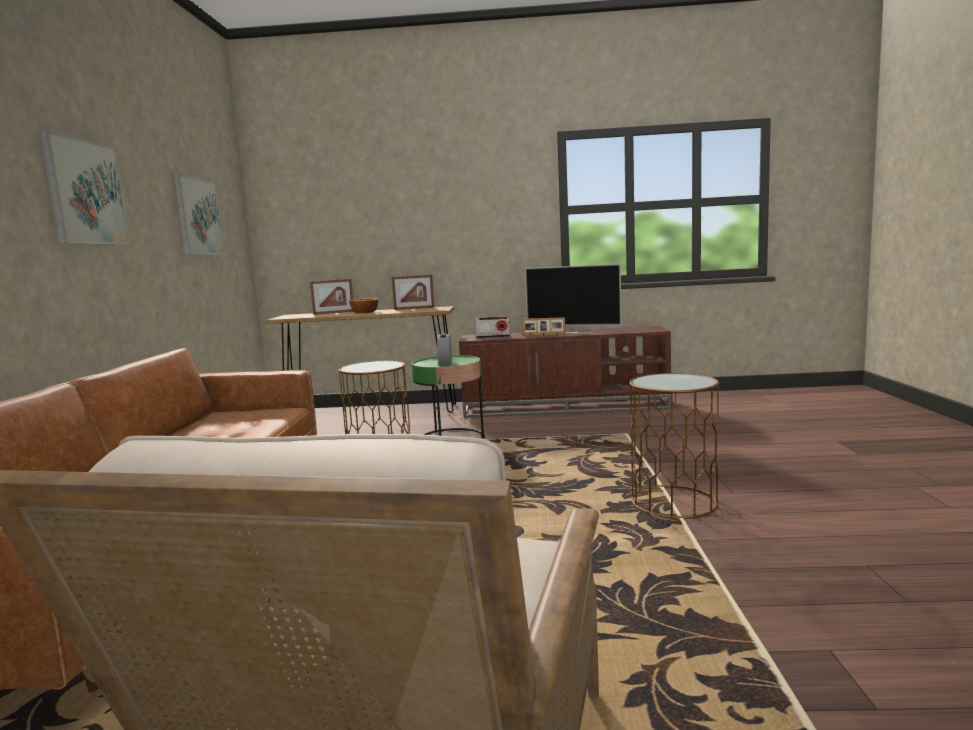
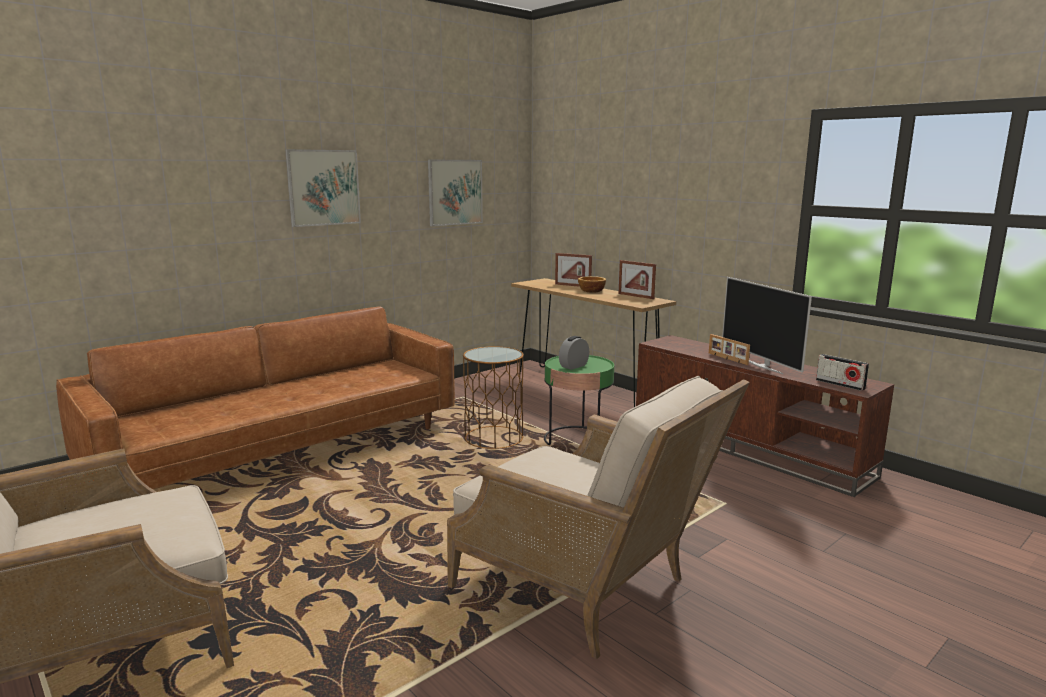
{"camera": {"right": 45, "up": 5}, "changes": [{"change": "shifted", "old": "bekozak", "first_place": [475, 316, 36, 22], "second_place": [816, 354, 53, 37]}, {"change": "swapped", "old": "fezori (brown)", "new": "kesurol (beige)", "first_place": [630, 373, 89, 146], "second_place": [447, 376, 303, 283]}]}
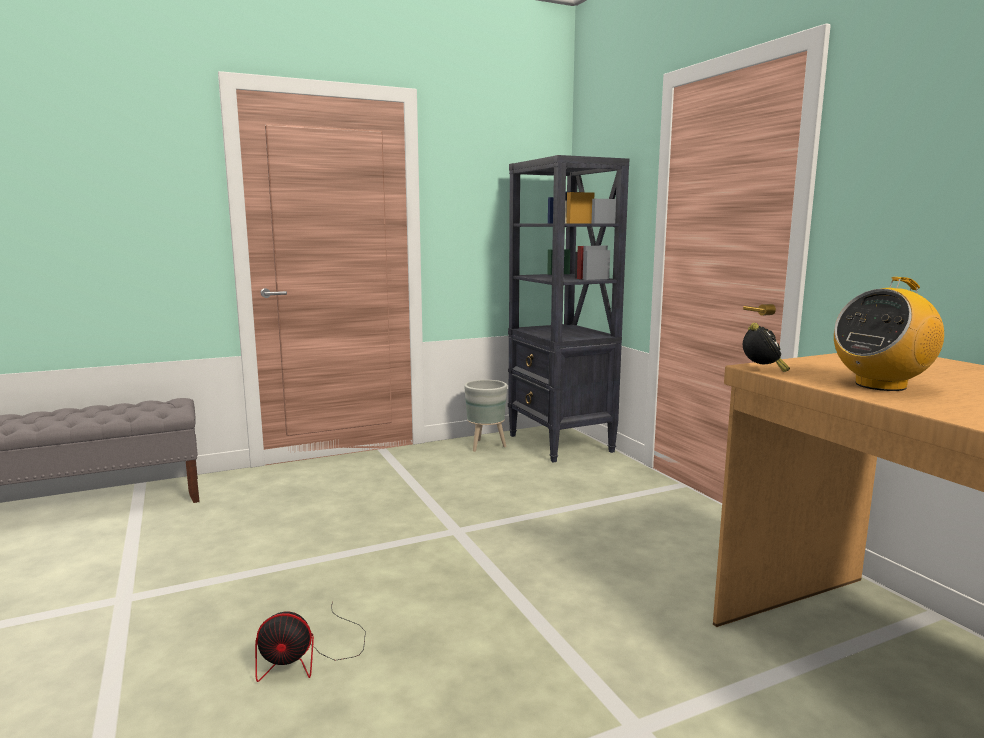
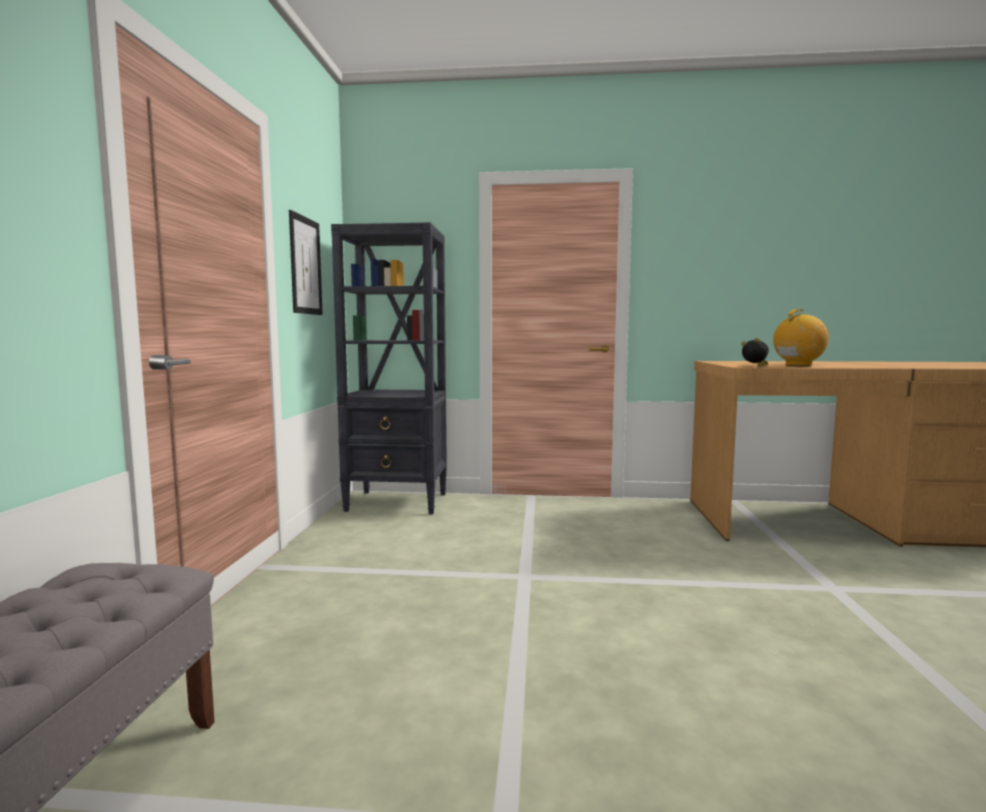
{"camera": {"right": -60, "up": -5}, "changes": [{"change": "gone", "old": "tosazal", "first_place": [255, 601, 111, 81]}, {"change": "gone", "old": "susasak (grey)", "first_place": [464, 380, 43, 72]}, {"change": "new", "new": "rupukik", "second_place": [289, 210, 34, 105]}, {"change": "rotated", "old": "bekozak", "first_place": [834, 277, 110, 114], "second_place": [773, 309, 56, 57], "degrees": -120}]}
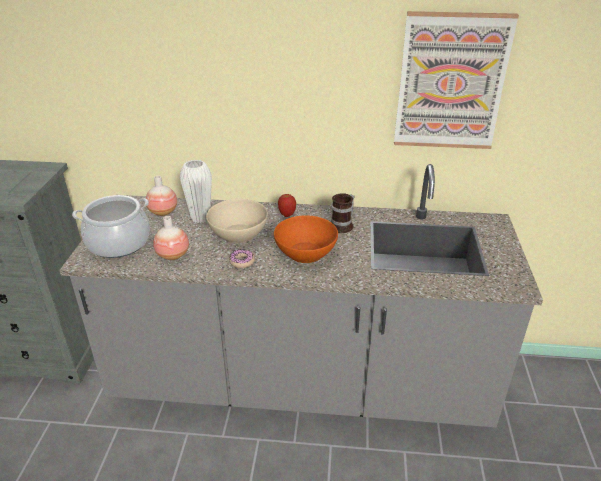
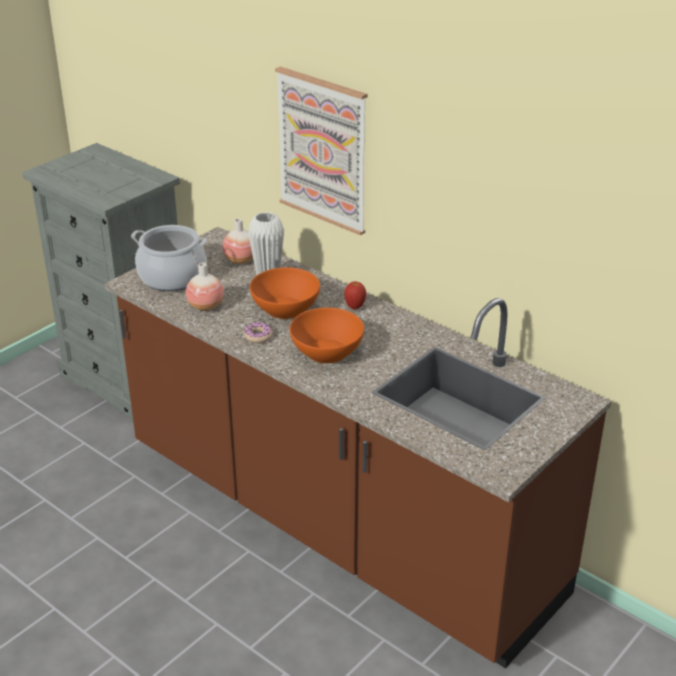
{"camera": {"right": 35, "up": 0}, "changes": [{"change": "gone", "old": "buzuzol", "first_place": [331, 193, 23, 40]}, {"change": "shifted", "old": "rupukik", "first_place": [394, 11, 125, 138], "second_place": [275, 67, 92, 168]}, {"change": "repainted", "old": "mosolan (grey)", "new": "mosolan (brown)", "first_place": [59, 164, 484, 264], "second_place": [105, 227, 506, 441]}, {"change": "repainted", "old": "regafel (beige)", "new": "regafel (orange)", "first_place": [206, 199, 62, 44], "second_place": [250, 267, 70, 52]}]}
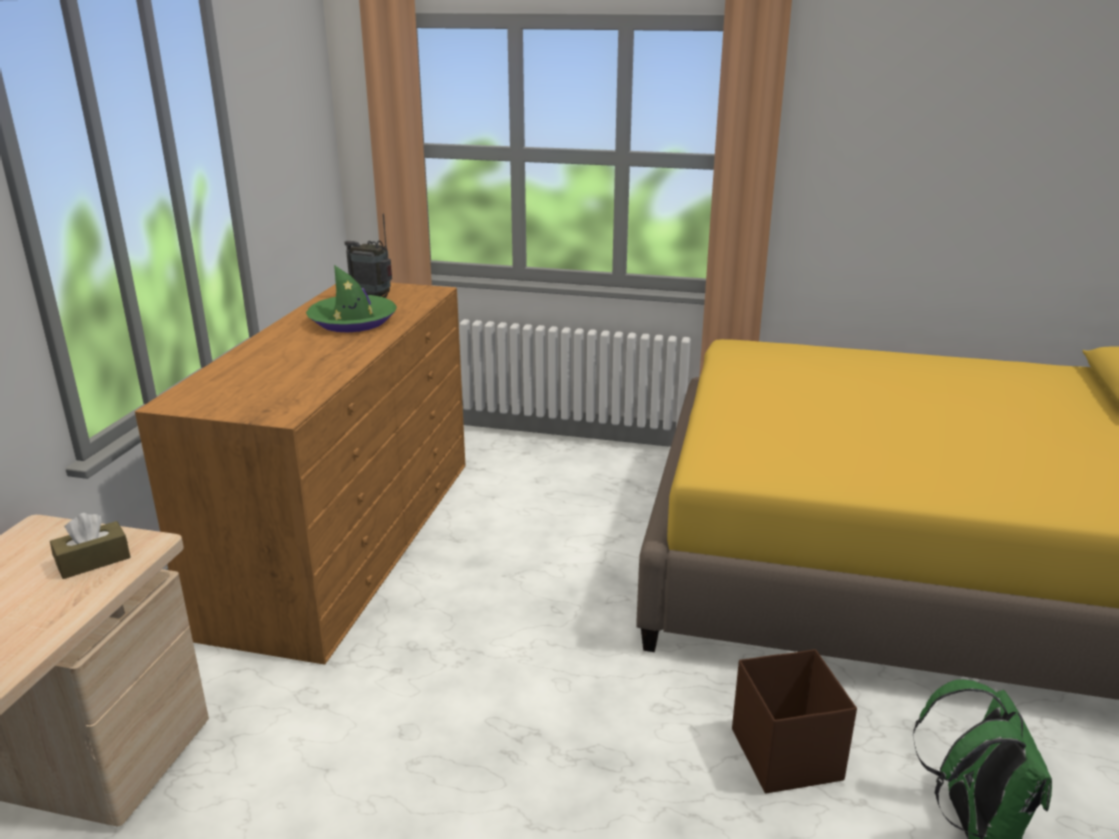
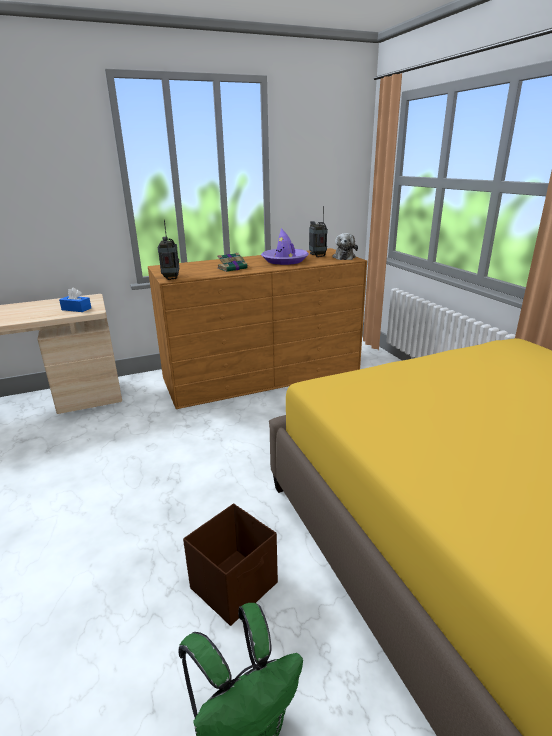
{"camera": {"right": 55, "up": 0}, "changes": [{"change": "new", "new": "bekozak", "second_place": [158, 220, 21, 60]}, {"change": "new", "new": "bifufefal", "second_place": [217, 253, 31, 19]}, {"change": "new", "new": "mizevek", "second_place": [332, 233, 26, 27]}, {"change": "repainted", "old": "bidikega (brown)", "new": "bidikega (blue)", "first_place": [50, 513, 80, 66], "second_place": [59, 287, 32, 25]}, {"change": "repainted", "old": "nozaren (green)", "new": "nozaren (purple)", "first_place": [306, 265, 91, 67], "second_place": [261, 228, 48, 37]}]}
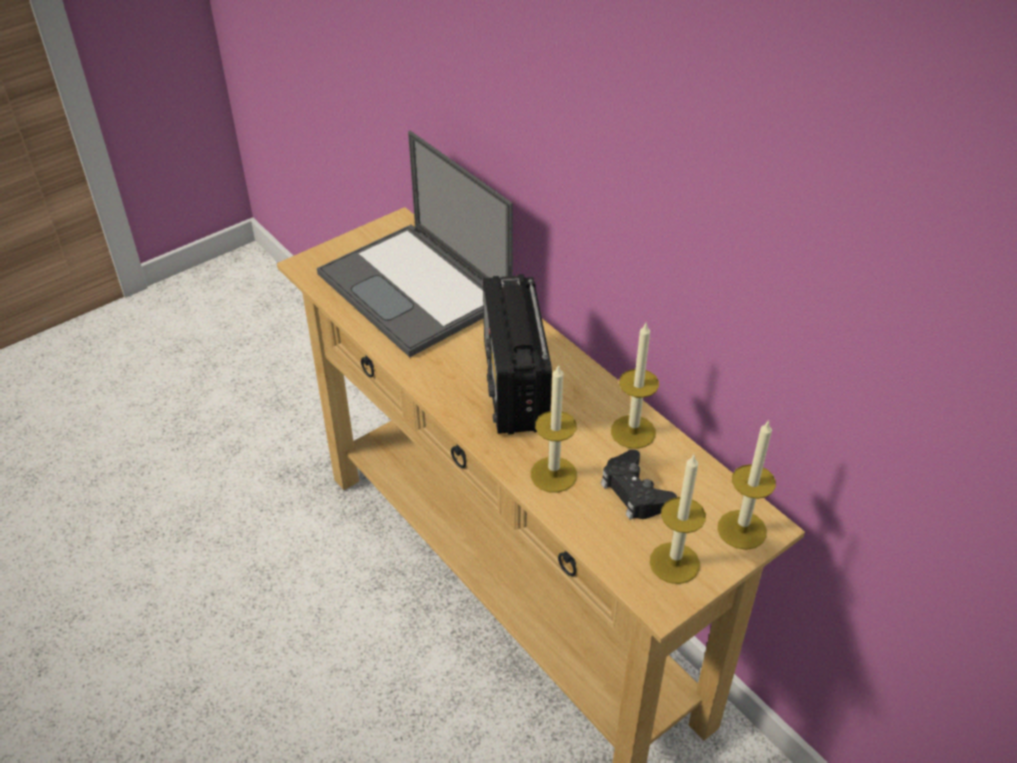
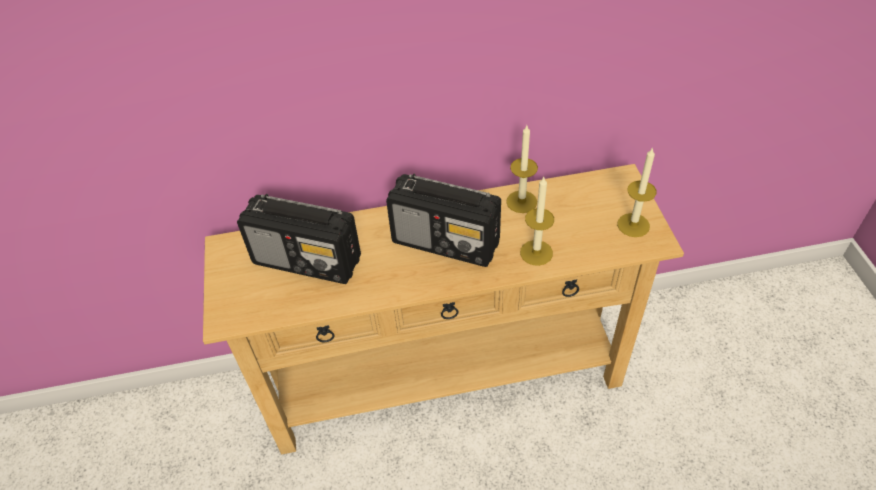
{"camera": {"right": -60, "up": 5}, "changes": [{"change": "gone", "old": "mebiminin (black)", "first_place": [601, 449, 76, 71]}, {"change": "gone", "old": "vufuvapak", "first_place": [718, 420, 58, 130]}, {"change": "swapped", "old": "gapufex", "new": "bekozak", "first_place": [317, 131, 196, 226], "second_place": [237, 194, 124, 90]}]}
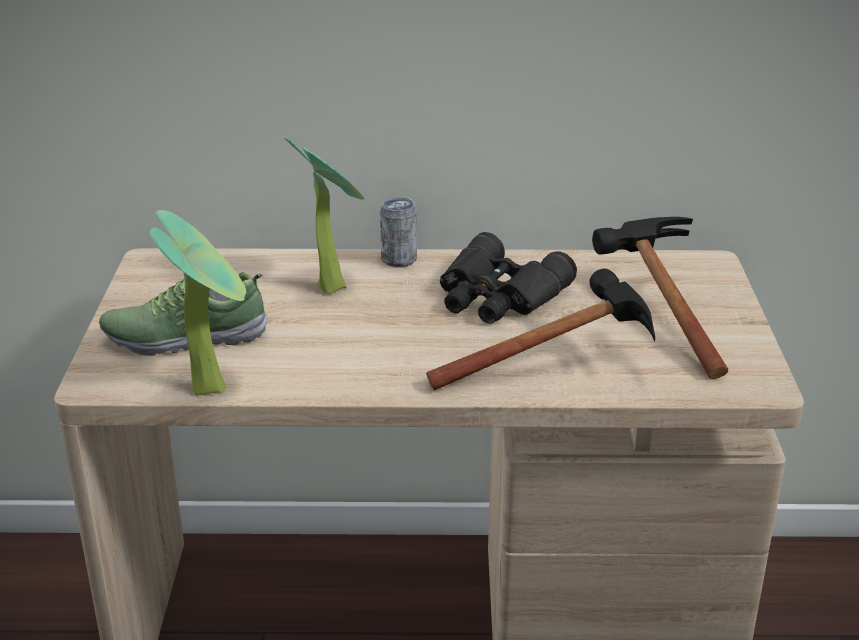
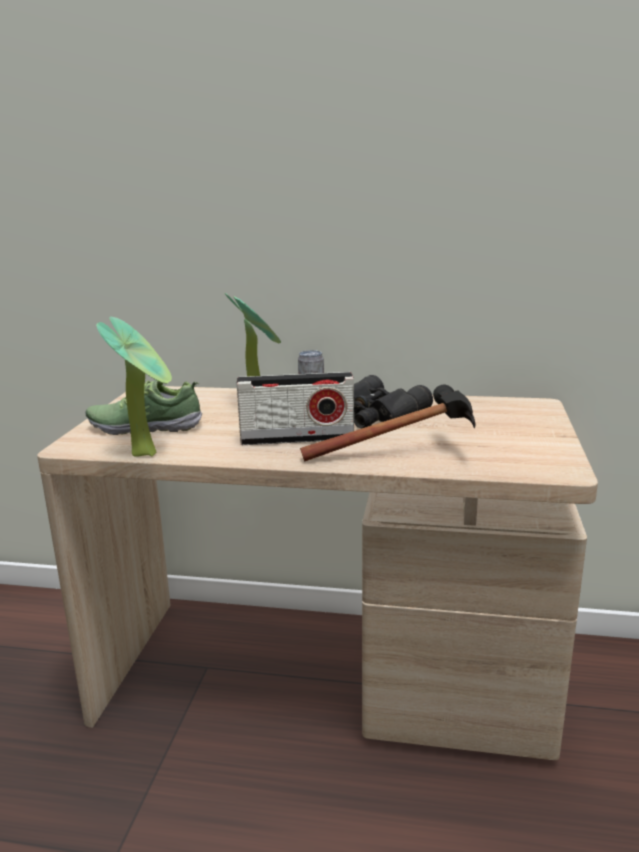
{"camera": {"right": 10, "up": -10}, "changes": [{"change": "gone", "old": "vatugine", "first_place": [592, 217, 136, 162]}, {"change": "new", "new": "bekozak", "second_place": [237, 372, 117, 73]}]}
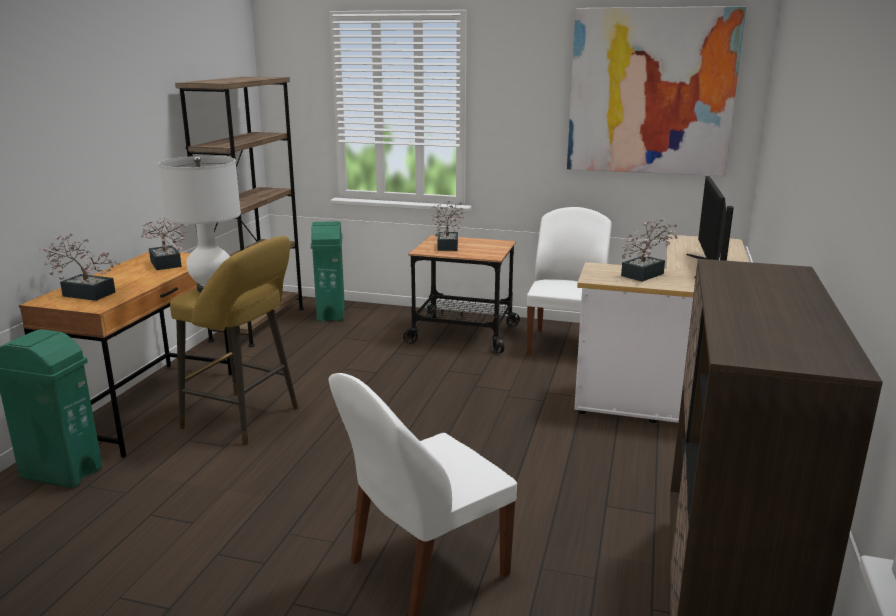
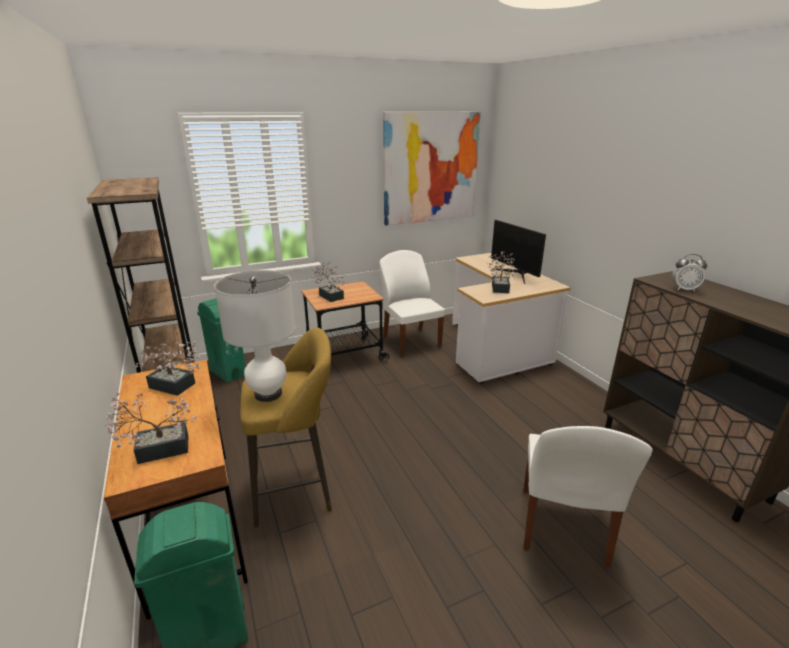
{"camera": {"right": -40, "up": 5}, "changes": [{"change": "new", "new": "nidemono", "second_place": [672, 254, 35, 38]}]}
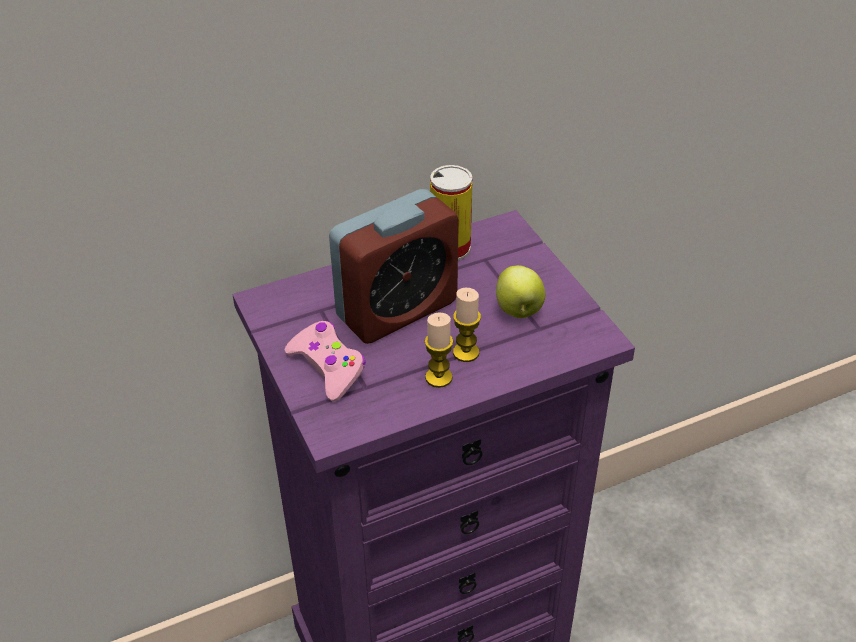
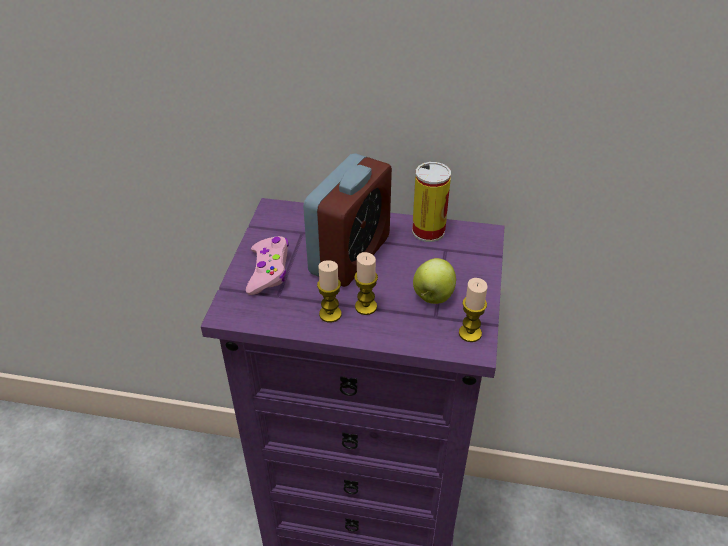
{"camera": {"right": 35, "up": 0}, "changes": [{"change": "new", "new": "vufuvapak", "second_place": [459, 278, 28, 64]}, {"change": "rotated", "old": "nidemono", "first_place": [329, 189, 130, 155], "second_place": [303, 153, 89, 134], "degrees": -60}]}
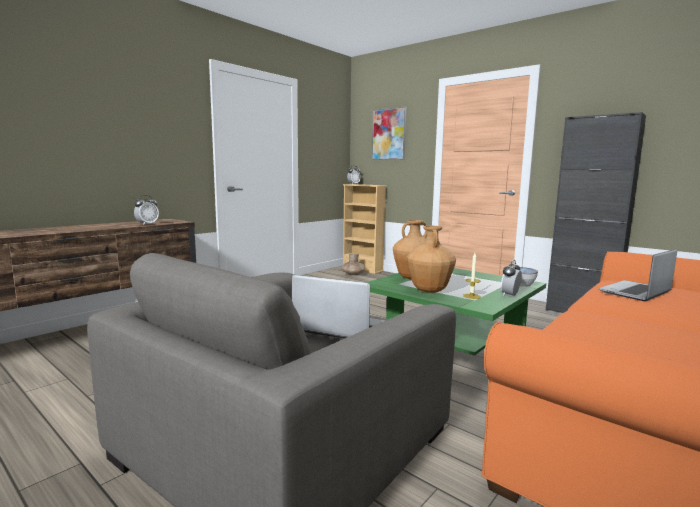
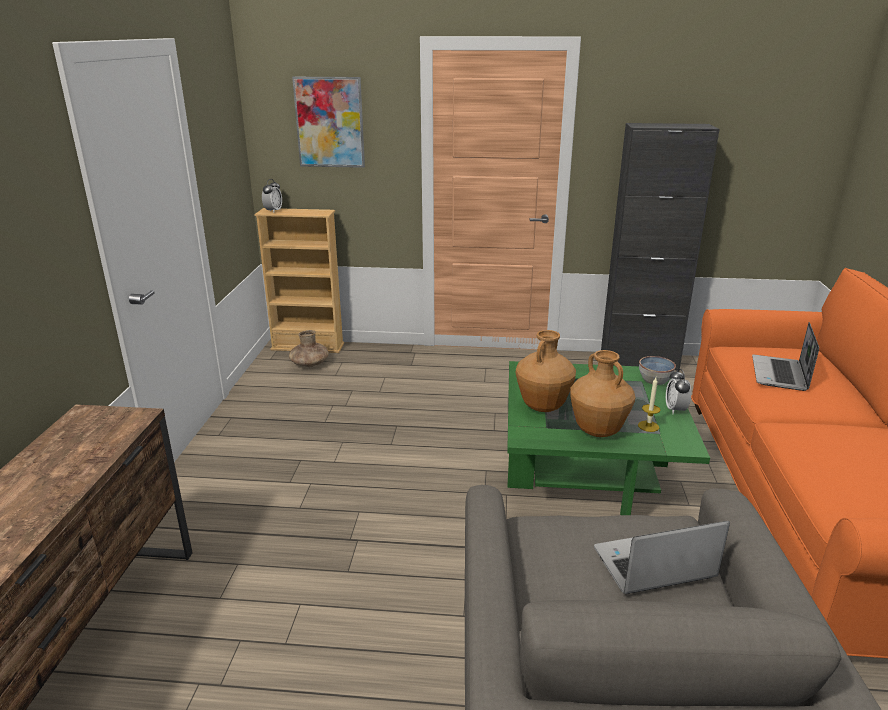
{"camera": {"right": -35, "up": 15}, "changes": [{"change": "gone", "old": "nidemono", "first_place": [134, 195, 25, 30]}]}
